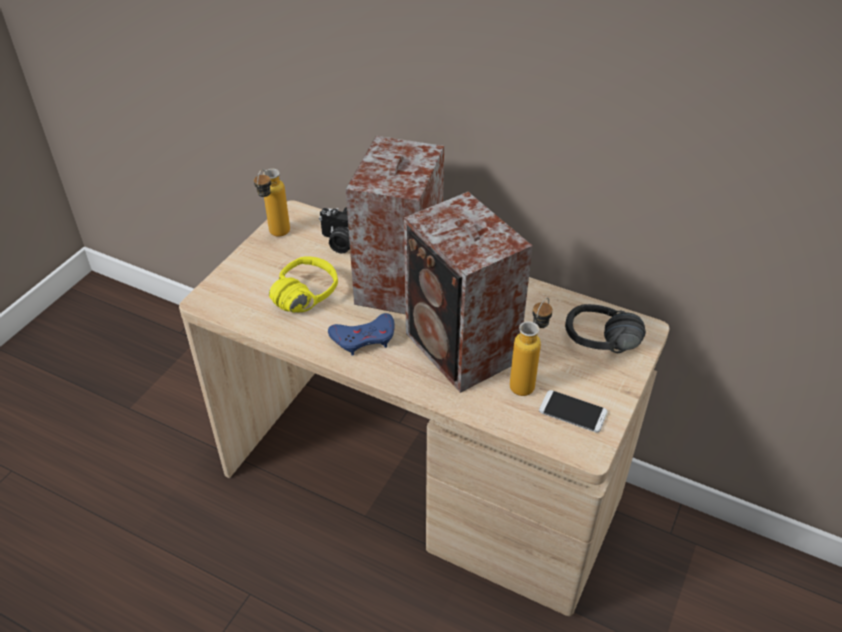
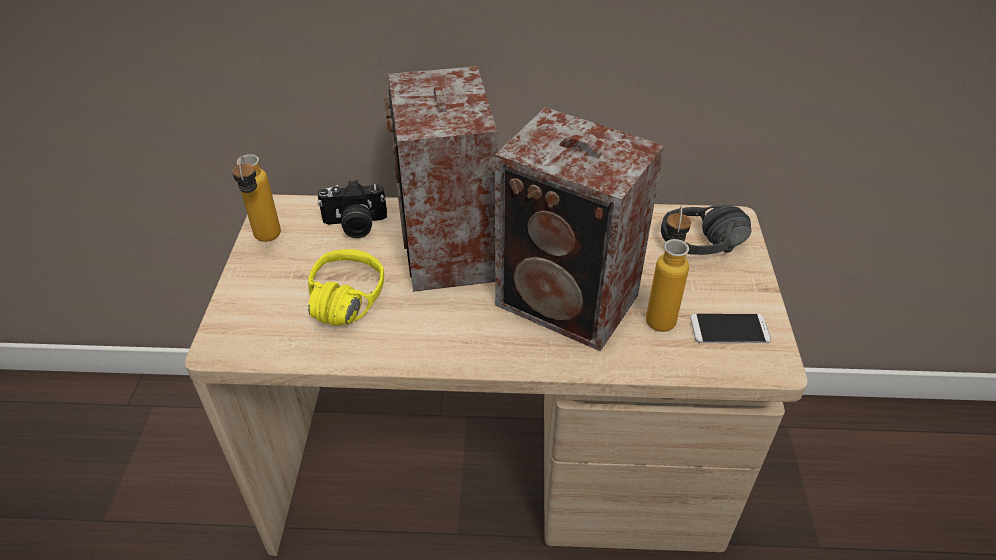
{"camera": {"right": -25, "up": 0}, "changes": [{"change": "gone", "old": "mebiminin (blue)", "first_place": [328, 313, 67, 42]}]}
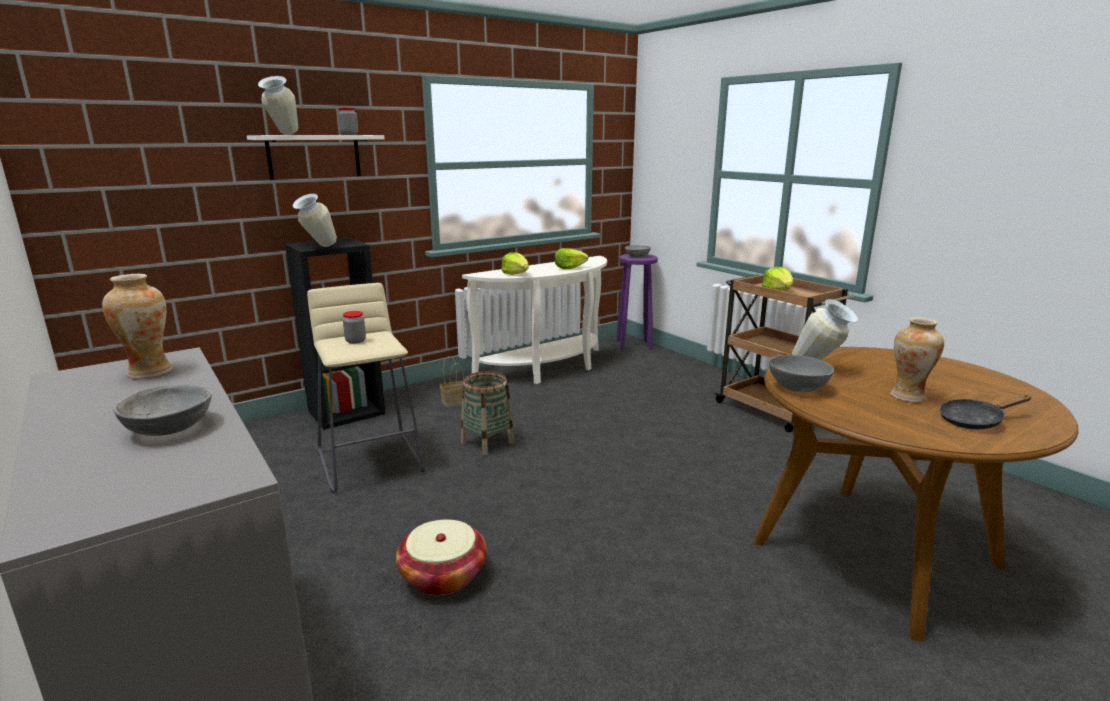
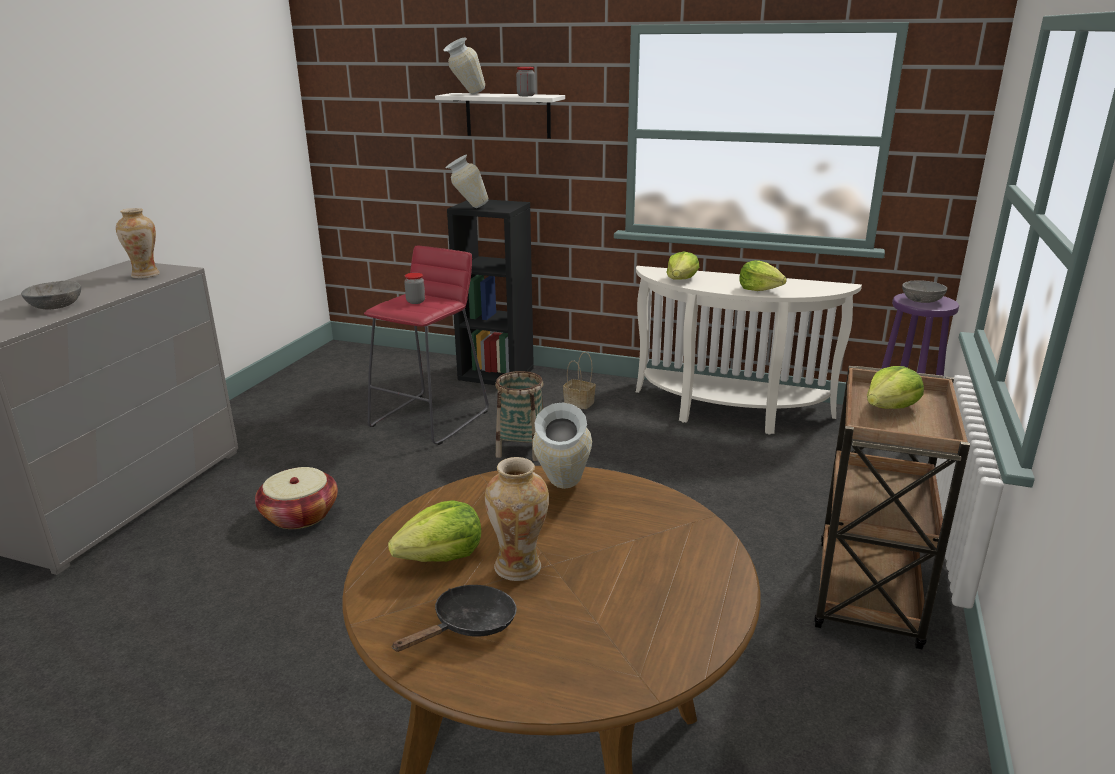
{"camera": {"right": 55, "up": 5}, "changes": [{"change": "gone", "old": "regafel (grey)", "first_place": [769, 355, 65, 37]}, {"change": "new", "new": "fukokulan", "second_place": [388, 500, 93, 62]}, {"change": "repainted", "old": "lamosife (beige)", "new": "lamosife (red)", "first_place": [307, 283, 118, 210], "second_place": [364, 245, 125, 200]}, {"change": "rotated", "old": "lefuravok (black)", "first_place": [939, 395, 92, 34], "second_place": [392, 585, 125, 67], "degrees": 90}]}
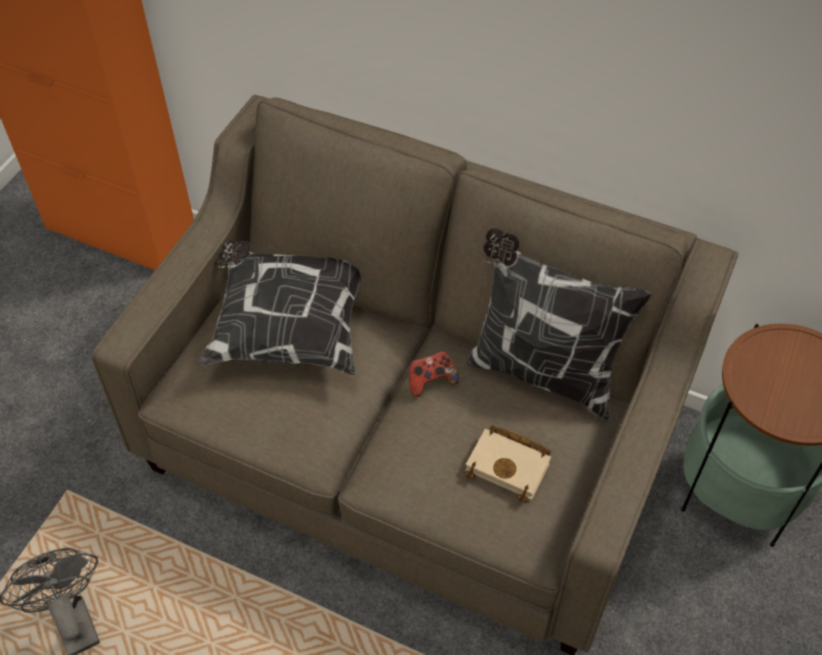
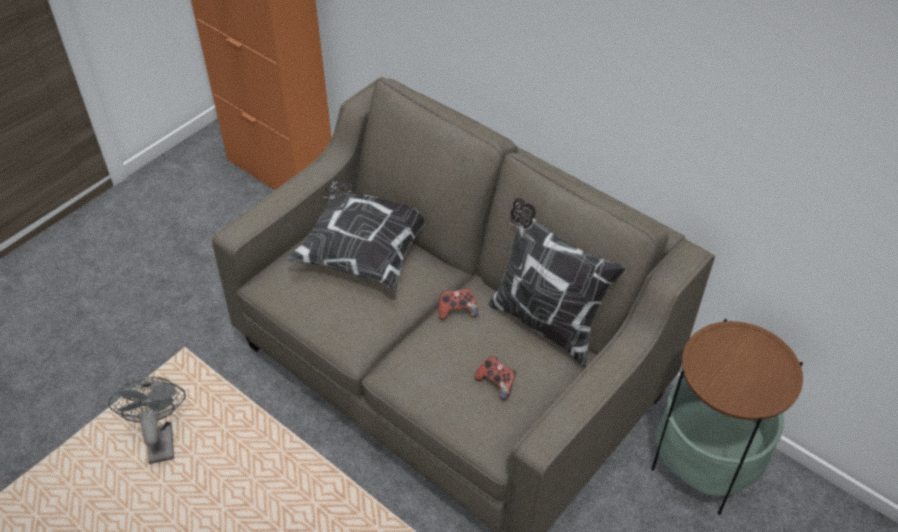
{"camera": {"right": 15, "up": -5}, "changes": [{"change": "swapped", "old": "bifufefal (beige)", "new": "mebiminin", "first_place": [465, 425, 86, 78], "second_place": [475, 356, 41, 44]}]}
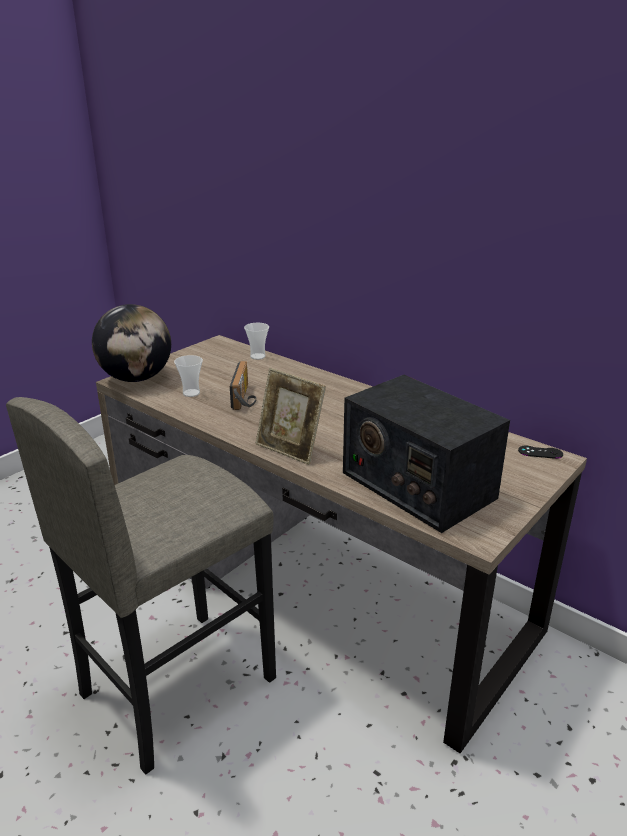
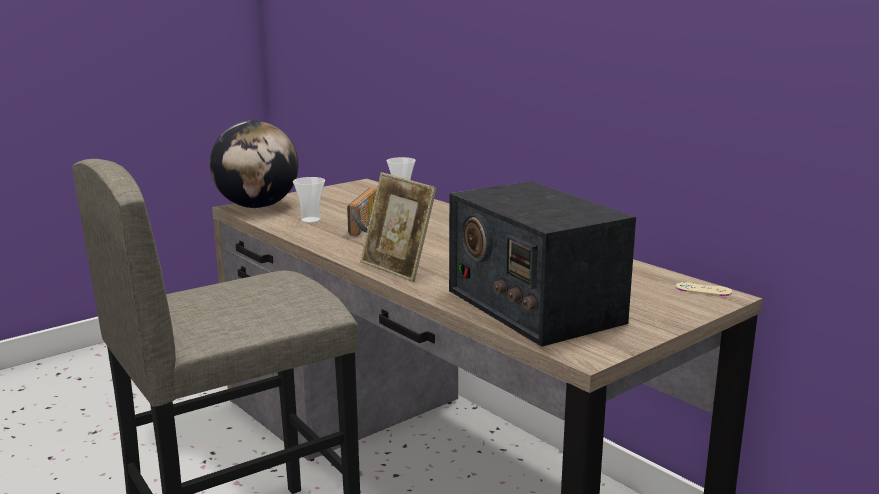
{"camera": {"right": 10, "up": -10}, "changes": [{"change": "repainted", "old": "mebiminin (black)", "new": "mebiminin (beige)", "first_place": [518, 446, 45, 13], "second_place": [676, 282, 56, 14]}]}
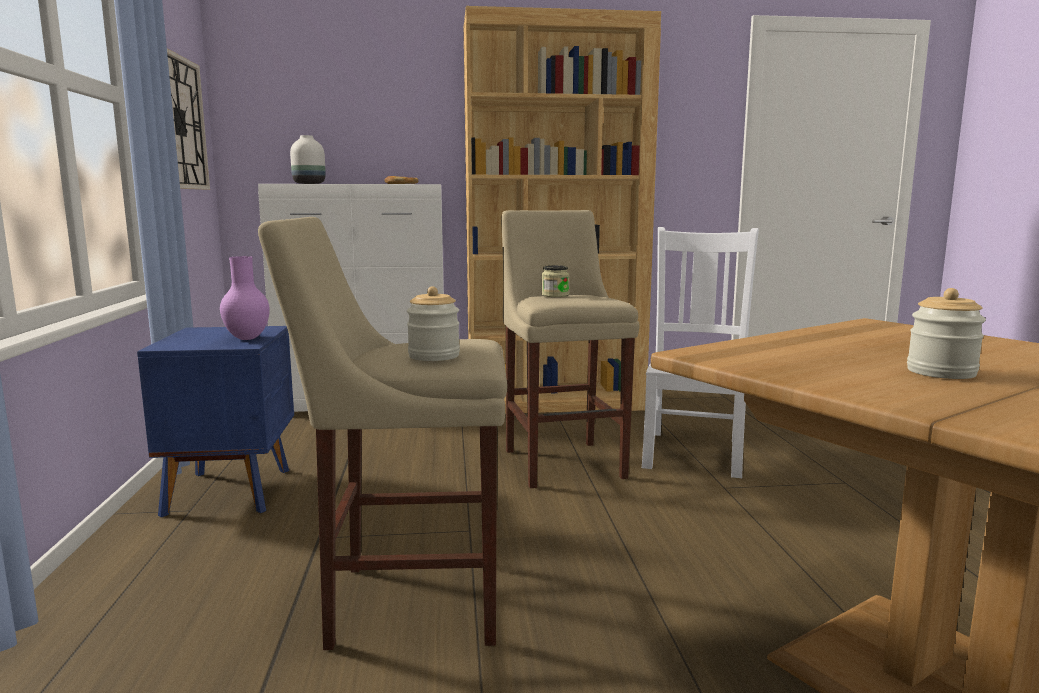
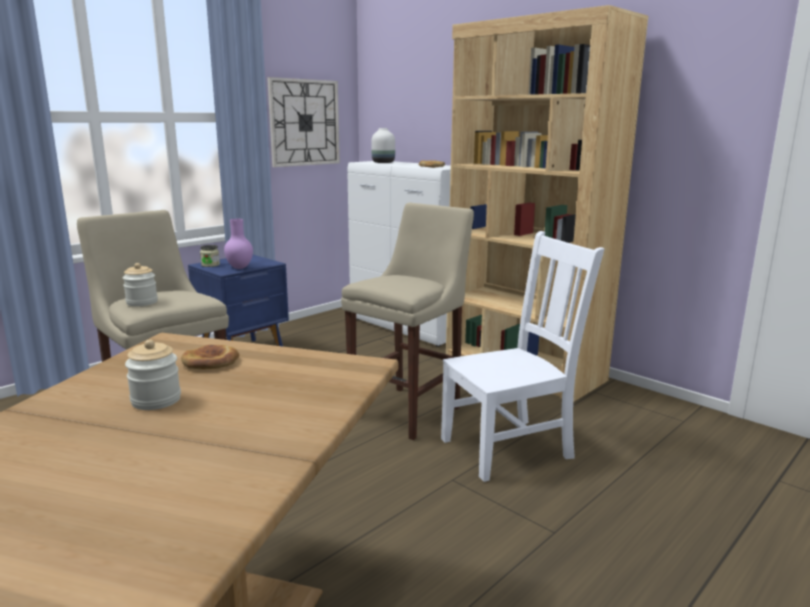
{"camera": {"right": 50, "up": 5}, "changes": [{"change": "new", "new": "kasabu", "second_place": [181, 345, 58, 24]}, {"change": "shifted", "old": "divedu", "first_place": [542, 265, 27, 32], "second_place": [200, 245, 20, 22]}]}
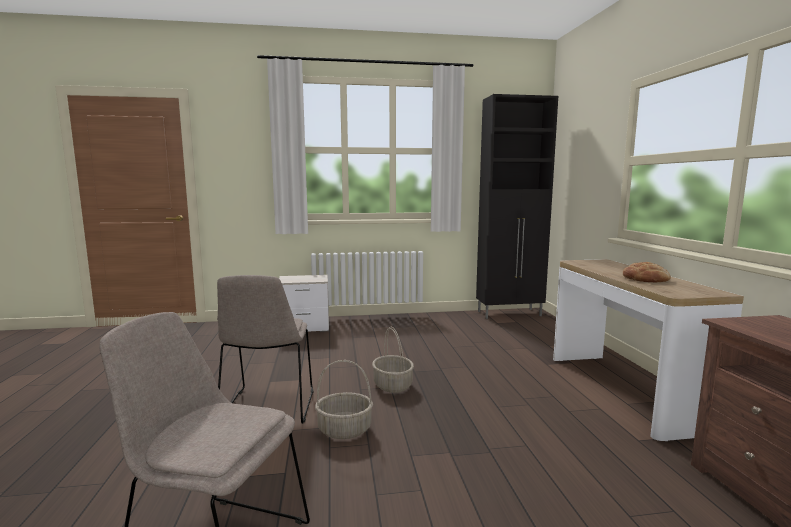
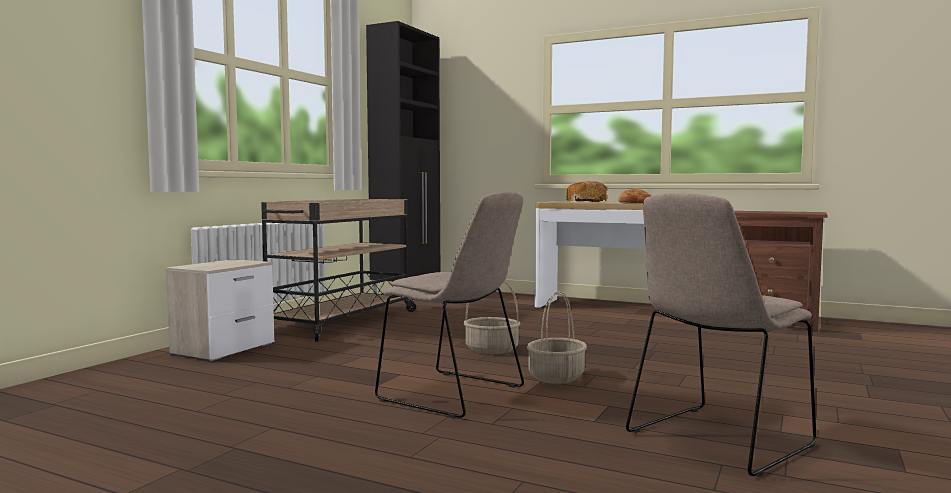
{"camera": {"right": -55, "up": -5}, "changes": [{"change": "new", "new": "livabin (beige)", "second_place": [261, 199, 155, 143]}, {"change": "new", "new": "kasabu", "second_place": [566, 181, 41, 21]}]}
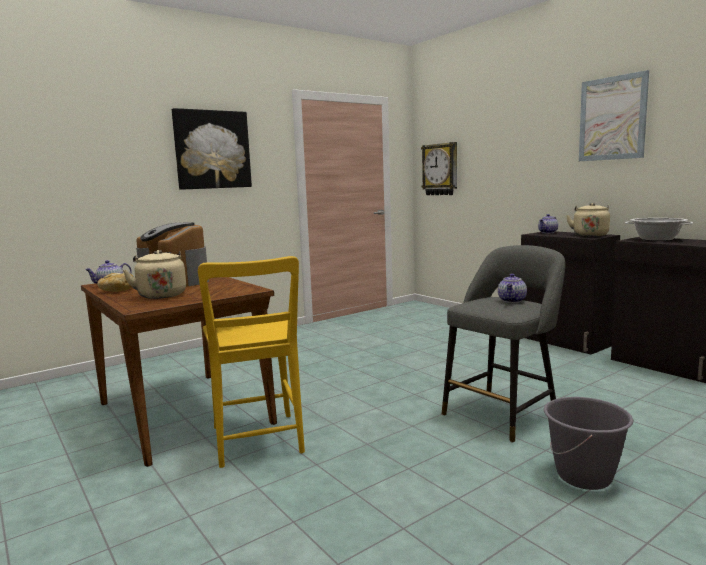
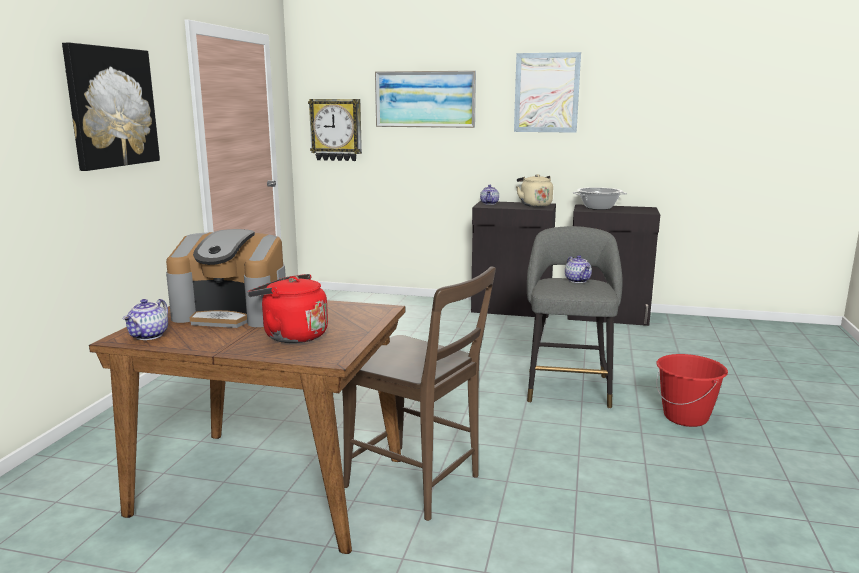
{"camera": {"right": -40, "up": 5}, "changes": [{"change": "gone", "old": "kasabu", "first_place": [97, 273, 37, 19]}, {"change": "new", "new": "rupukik", "second_place": [375, 71, 101, 57]}, {"change": "repainted", "old": "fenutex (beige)", "new": "fenutex (red)", "first_place": [123, 250, 63, 49], "second_place": [248, 274, 80, 69]}, {"change": "repainted", "old": "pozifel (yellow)", "new": "pozifel (brown)", "first_place": [198, 256, 107, 212], "second_place": [342, 267, 154, 254]}, {"change": "repainted", "old": "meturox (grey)", "new": "meturox (red)", "first_place": [544, 397, 89, 93], "second_place": [656, 354, 72, 73]}]}
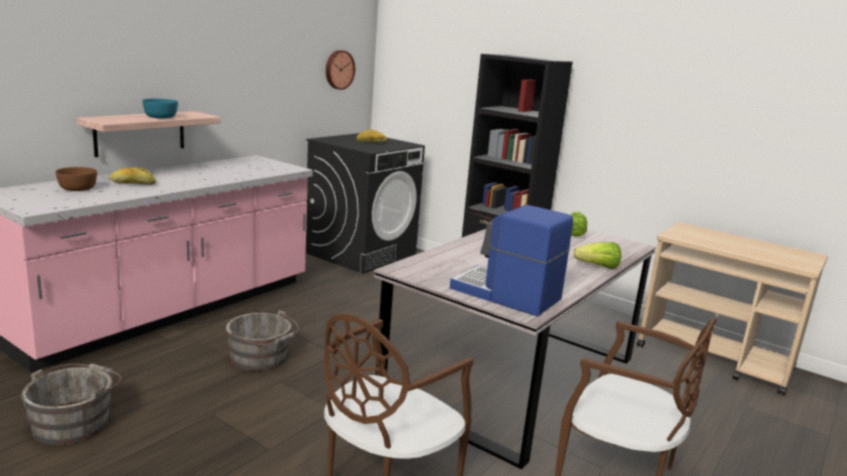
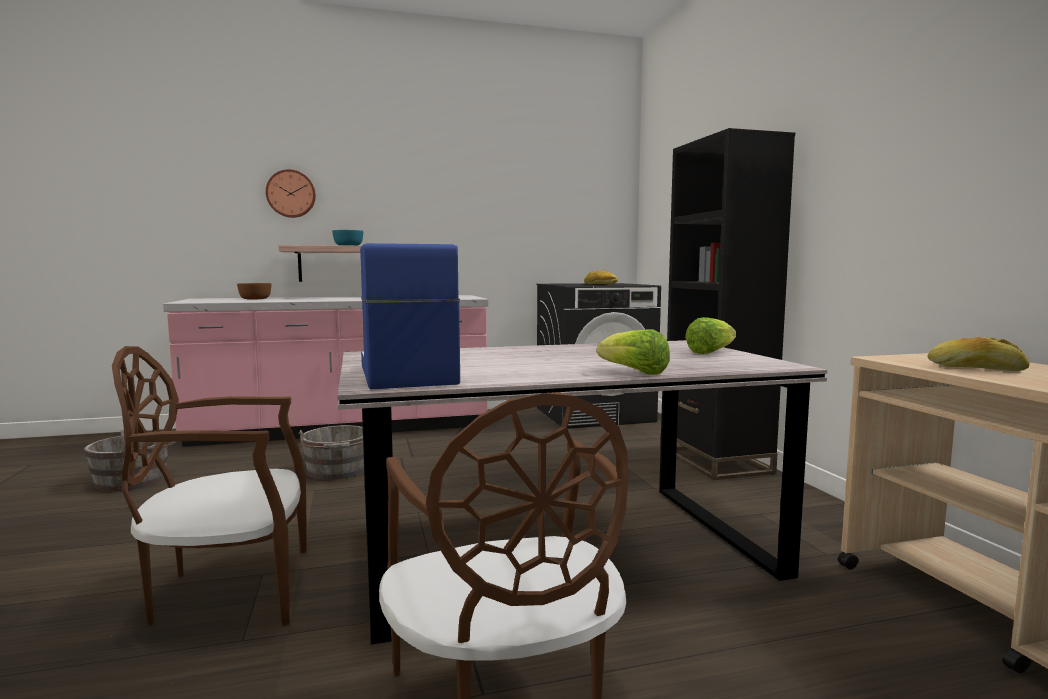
{"camera": {"right": 40, "up": -10}, "changes": [{"change": "shifted", "old": "kasabu", "first_place": [110, 167, 46, 18], "second_place": [927, 337, 103, 34]}, {"change": "shifted", "old": "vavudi", "first_place": [326, 50, 29, 40], "second_place": [265, 169, 51, 49]}]}
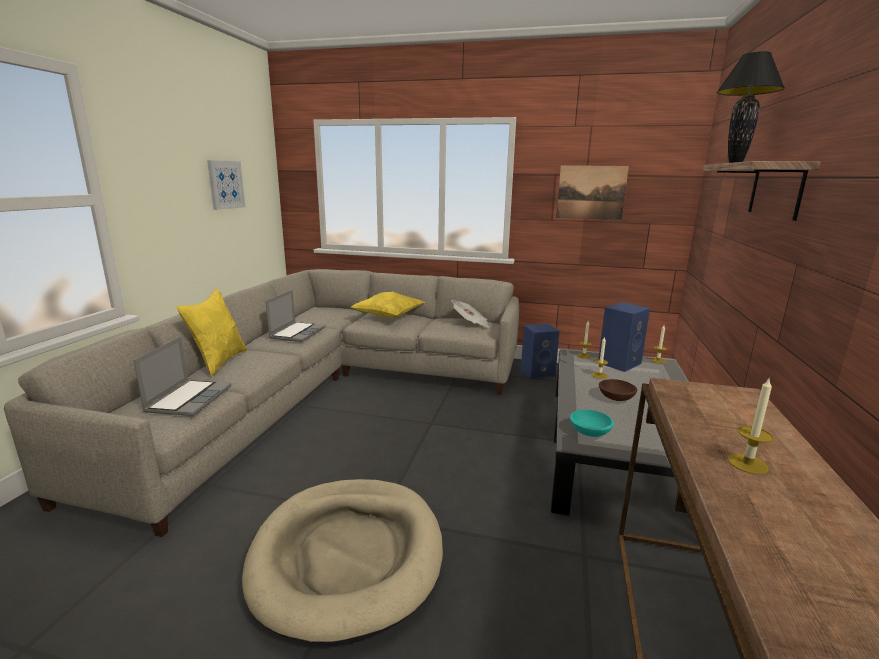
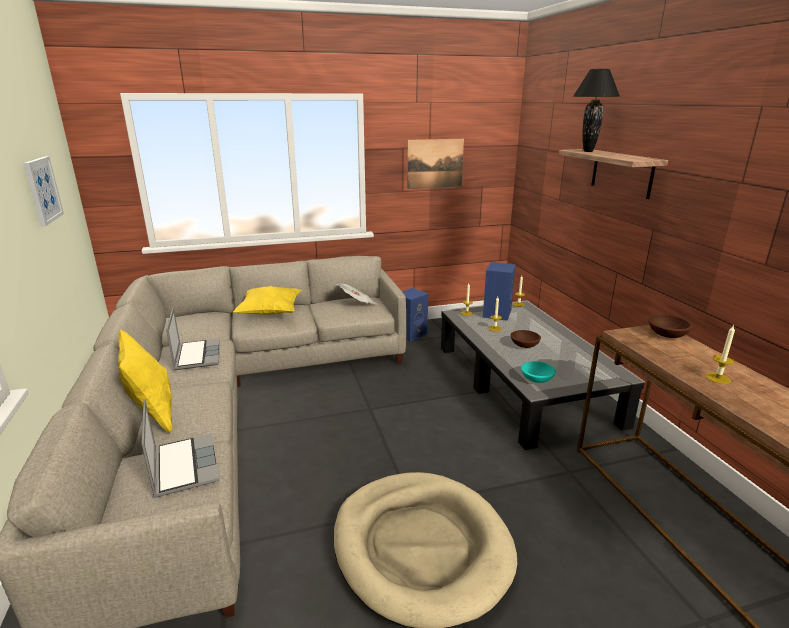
{"camera": {"right": -30, "up": 5}, "changes": [{"change": "new", "new": "regafel (brown)", "second_place": [648, 315, 45, 23]}]}
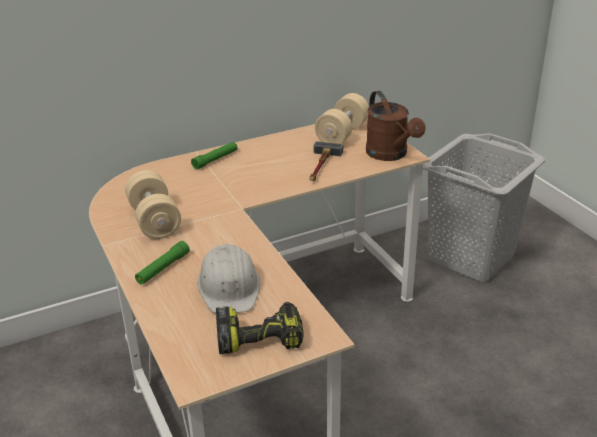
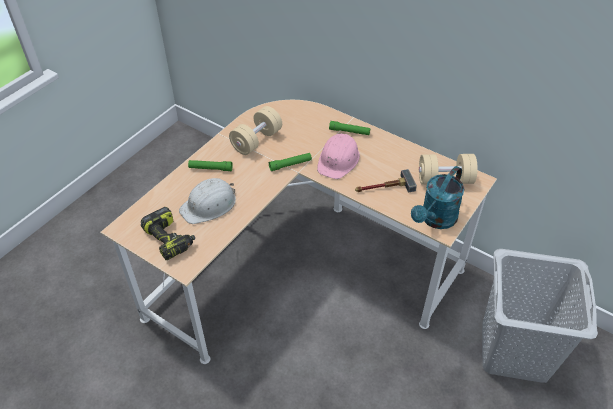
{"camera": {"right": 60, "up": 15}, "changes": [{"change": "new", "new": "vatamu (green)", "second_place": [269, 153, 43, 18]}, {"change": "new", "new": "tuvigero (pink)", "second_place": [317, 133, 43, 46]}, {"change": "repainted", "old": "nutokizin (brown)", "new": "nutokizin (turquoise)", "first_place": [366, 91, 59, 70], "second_place": [411, 166, 53, 63]}]}
